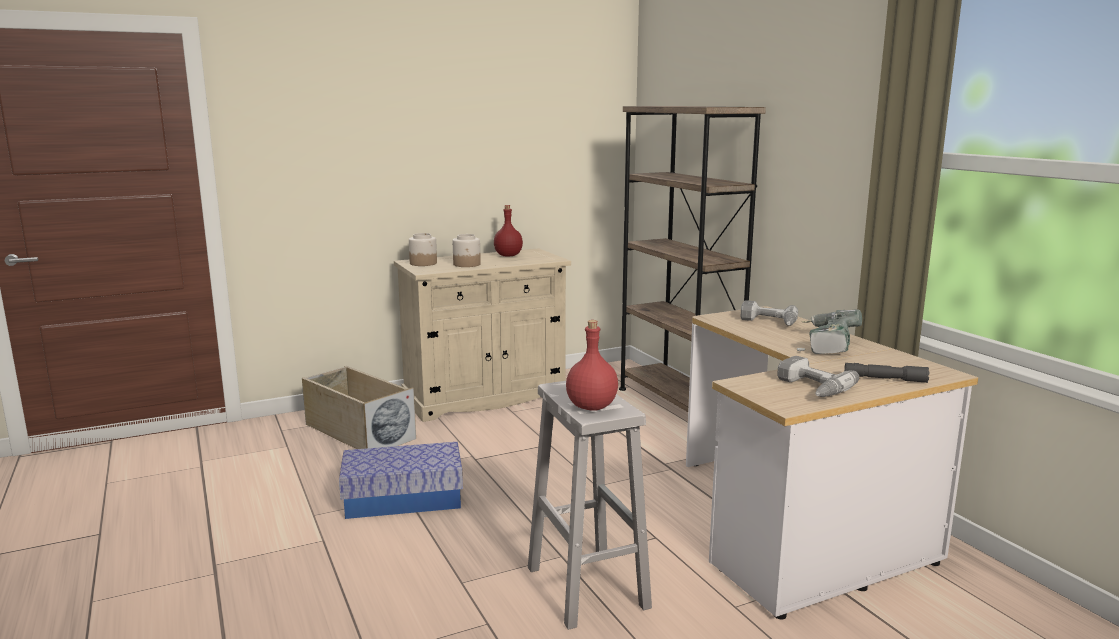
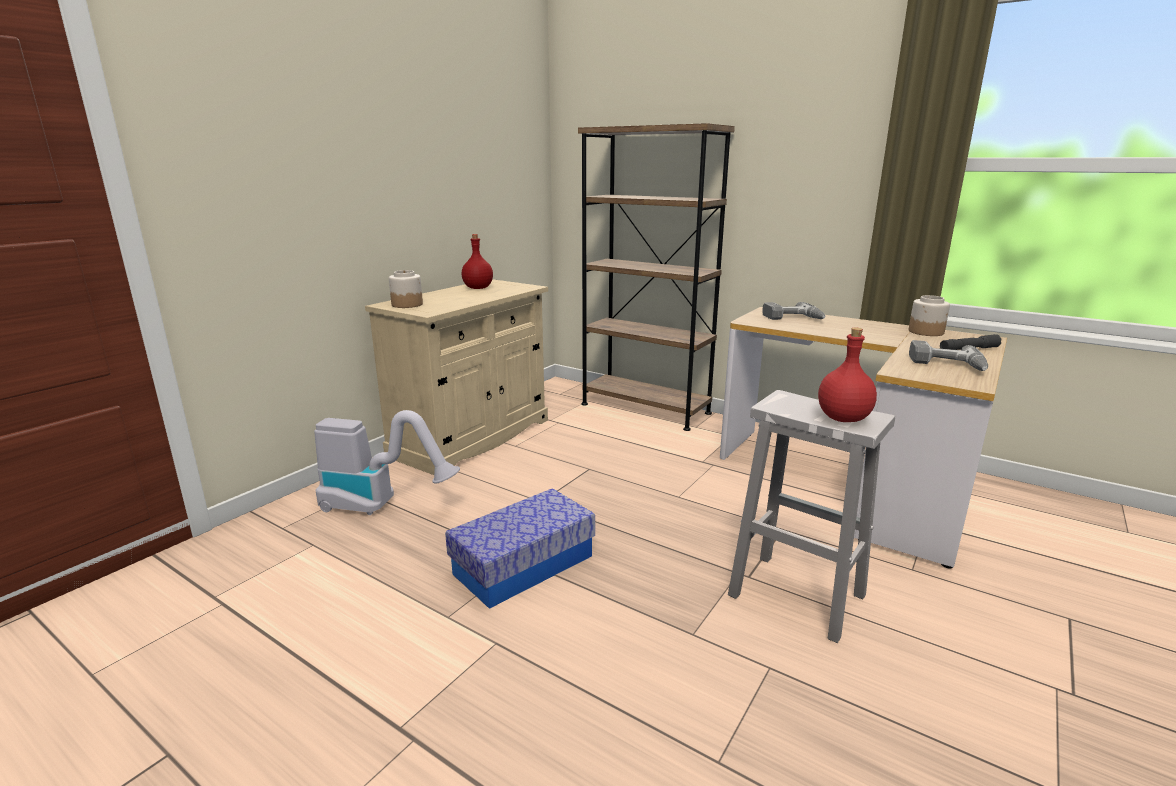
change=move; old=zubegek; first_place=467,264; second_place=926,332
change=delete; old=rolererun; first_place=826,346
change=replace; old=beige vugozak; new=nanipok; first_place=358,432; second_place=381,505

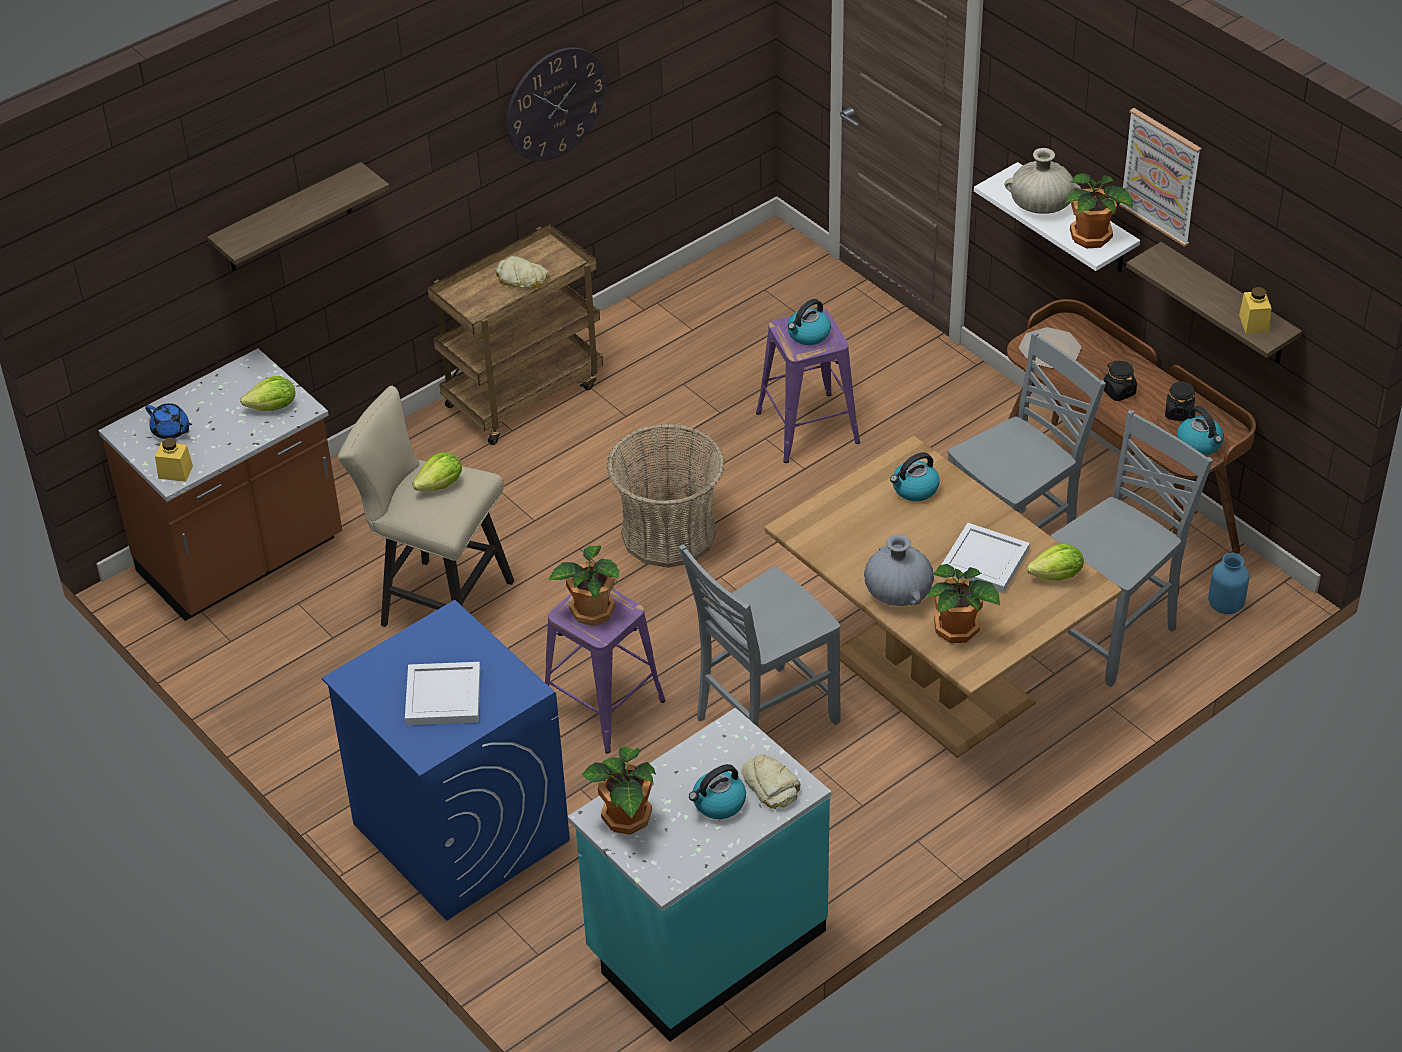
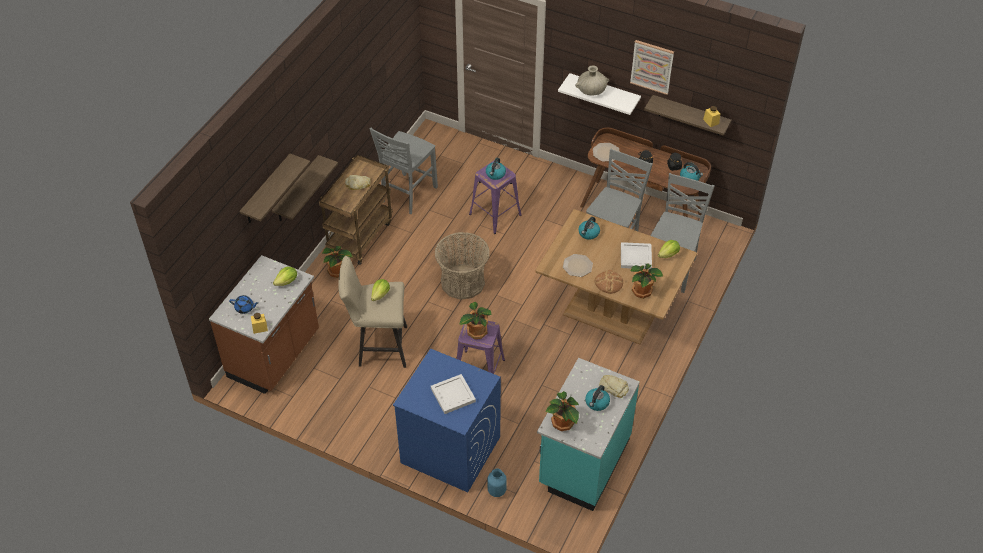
change=delete; old=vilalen; first_place=555,103
change=move; old=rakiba; first_place=1091,238; second_place=337,271
change=replace; old=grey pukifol; new=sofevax; first_place=898,592; second_place=608,282
change=move; old=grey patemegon; first_place=763,719; second_place=407,194
change=move; old=blue pukifol; first_place=1225,605; second_place=496,490
change=insert; new=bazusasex; second_place=296,190
change=insert; new=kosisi; second_place=577,266

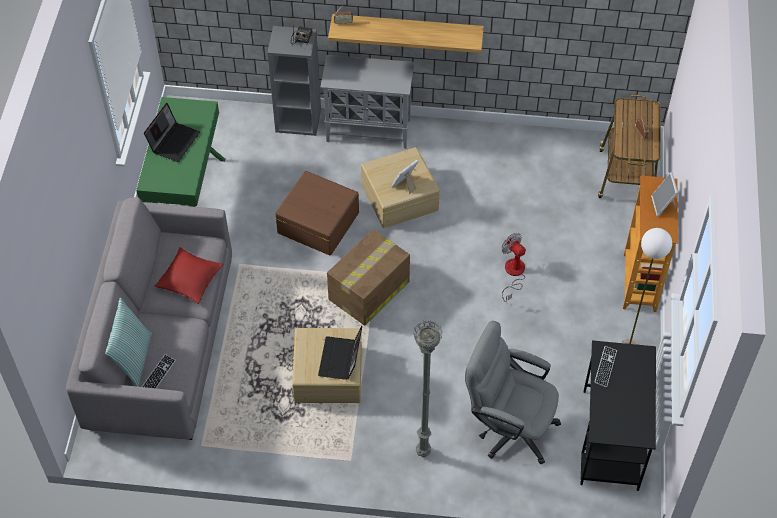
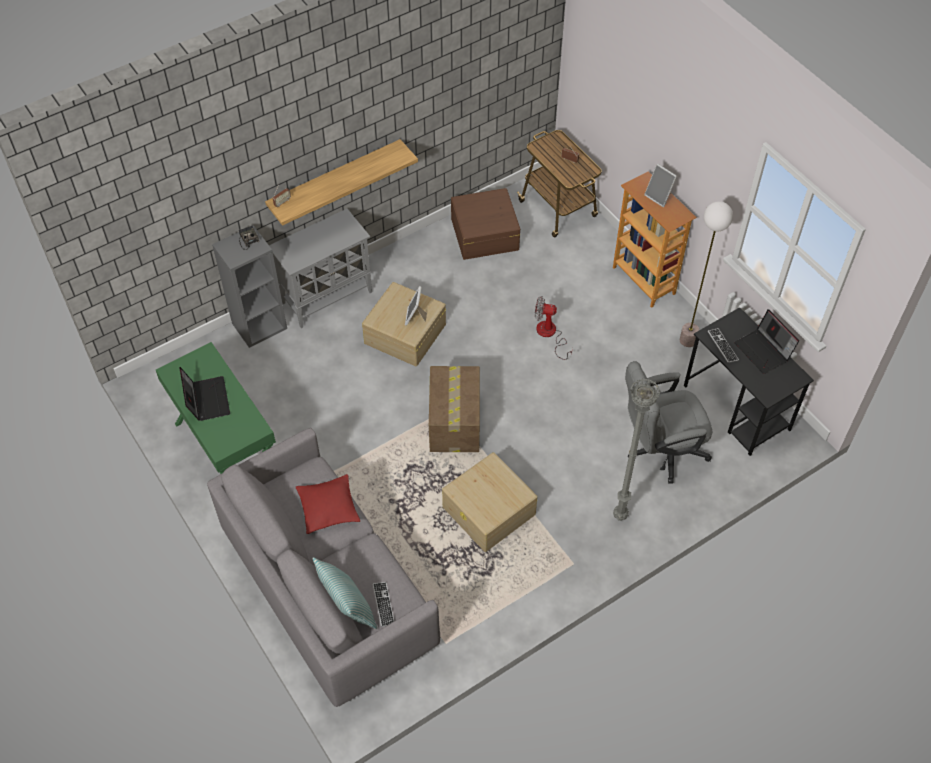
change=move; old=brown vugozak; first_place=318,222; second_place=484,234
change=move; old=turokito; first_place=341,360; second_place=764,351

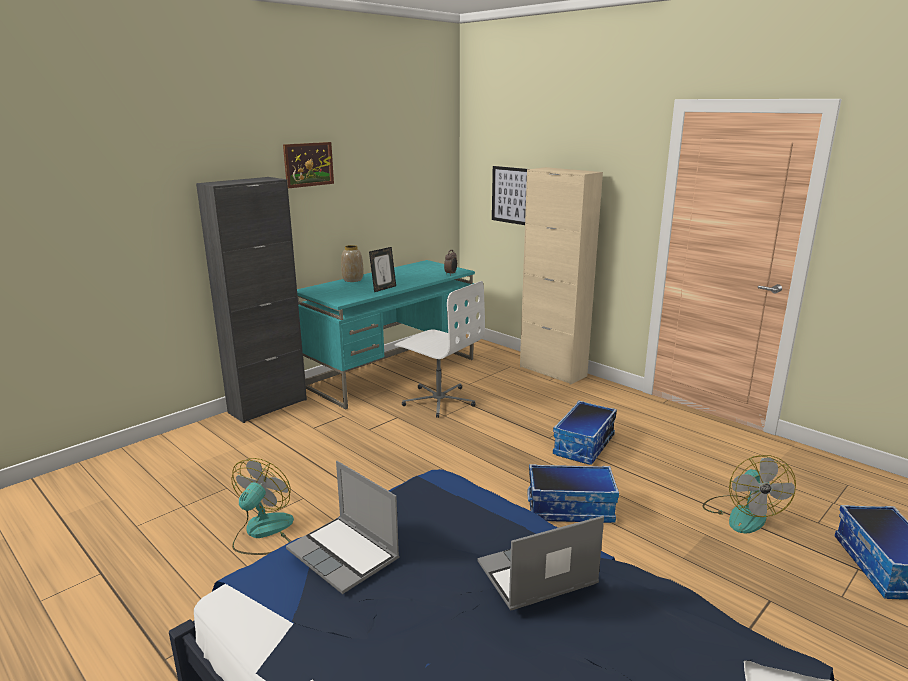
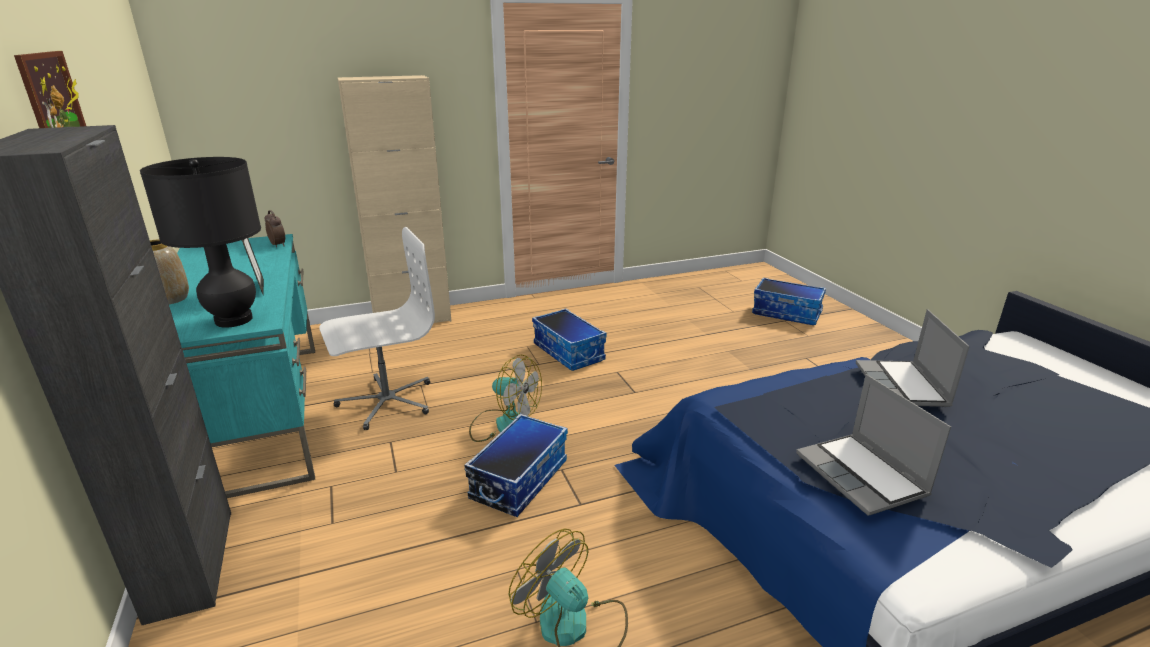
change=delete; old=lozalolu; first_place=513,195
change=move; old=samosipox; first_place=742,514; second_place=504,424
change=rotate; old=turokito; first_place=345,555; second_place=862,476; degrees=90
change=move; old=vugozak; first_place=570,508; second_place=518,479
change=insert; new=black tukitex; second_place=234,320

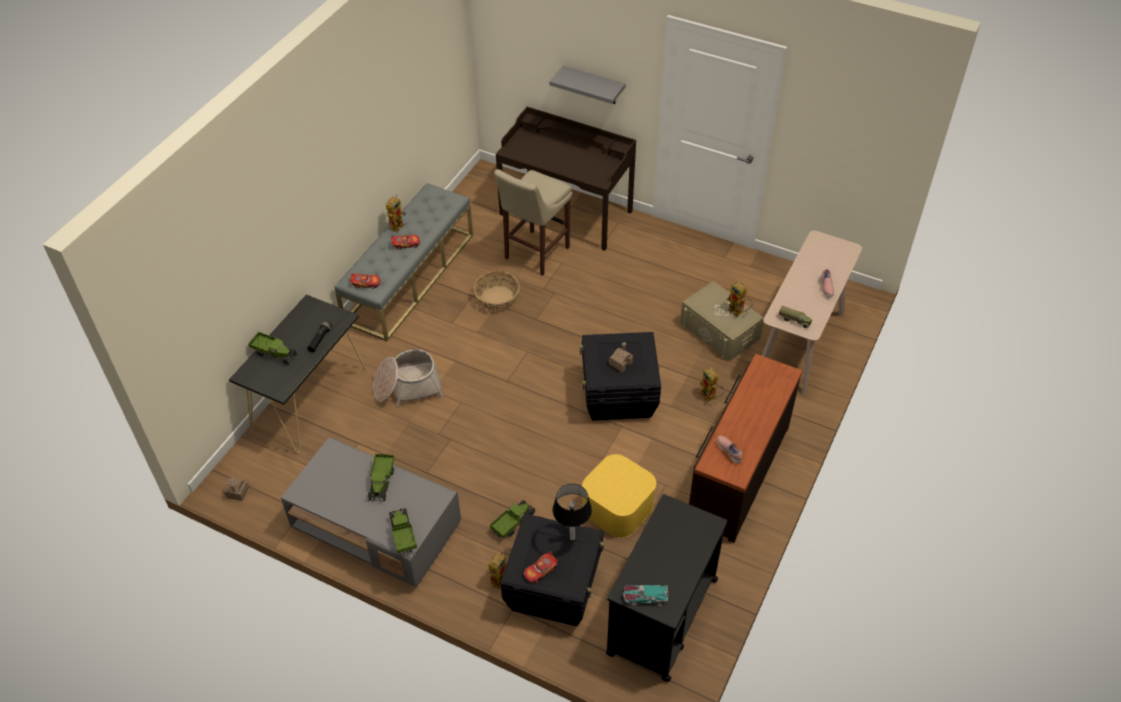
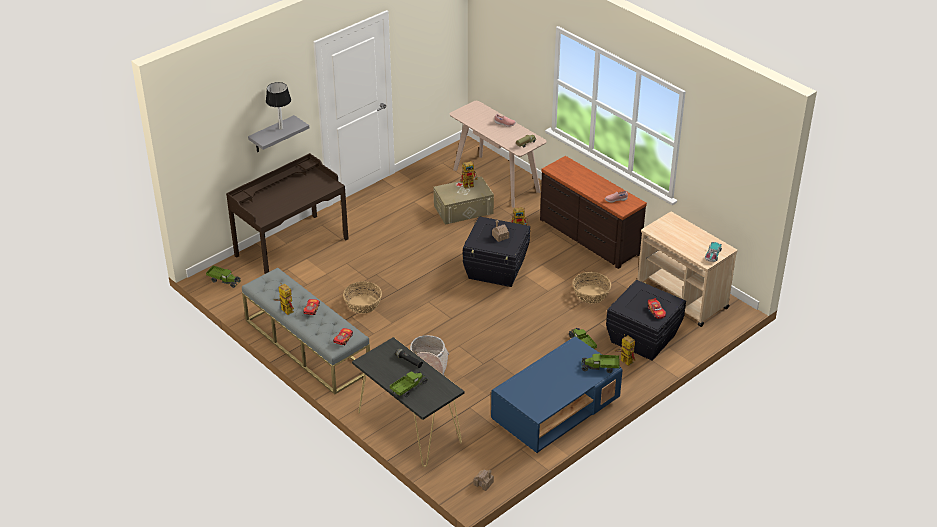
change=delete; old=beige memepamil; first_place=534,254
change=recolor; old=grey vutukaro; new=blue vutukaro; first_place=377,528; second_place=555,411
change=move; old=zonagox; first_place=382,482; second_place=224,280
change=replace; old=yellow vugozak; new=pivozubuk; first_place=617,507; second_place=591,294
change=move; old=tukitex; first_place=572,538; second_place=281,128
change=recolor; old=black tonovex; new=beige tonovex; first_place=662,617; second_place=682,298

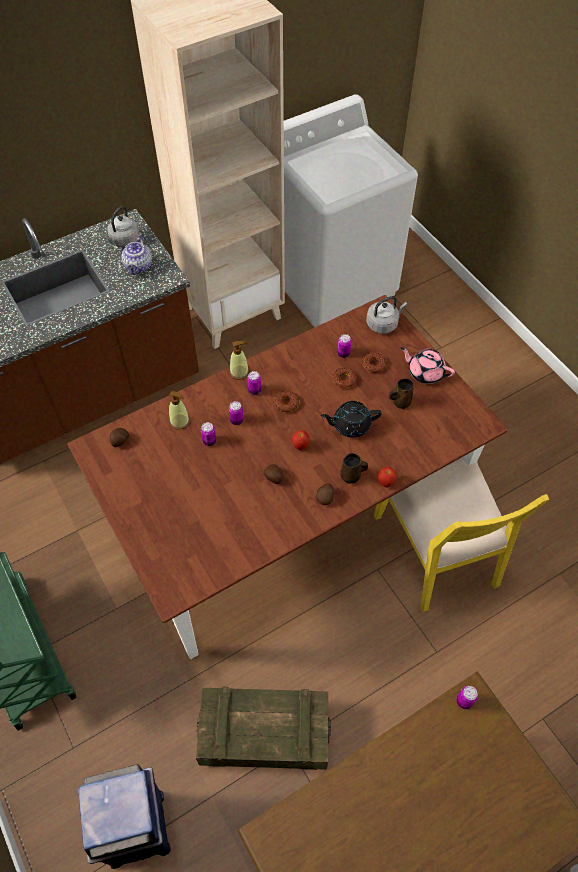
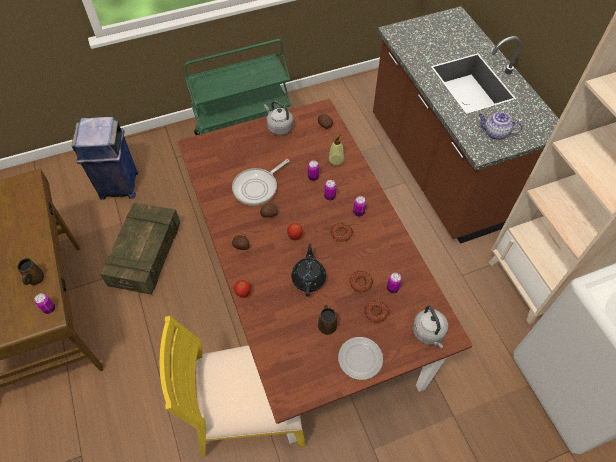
change=move; old=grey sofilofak; first_place=124,241; second_place=279,127
change=delete; old=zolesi; first_place=239,372
change=replace; old=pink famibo; new=kosisi; first_place=425,372; second_place=360,358
change=move; old=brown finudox; first_place=351,476; second_place=35,279
change=insert; new=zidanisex; second_place=257,187

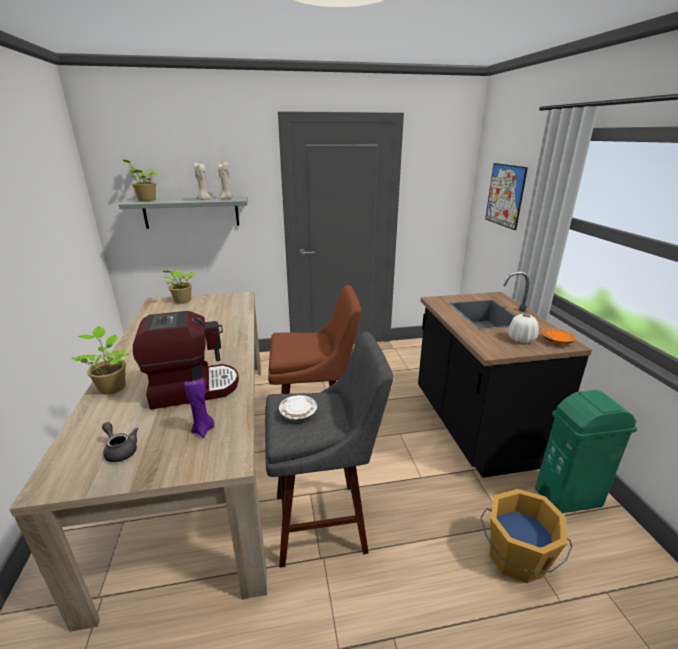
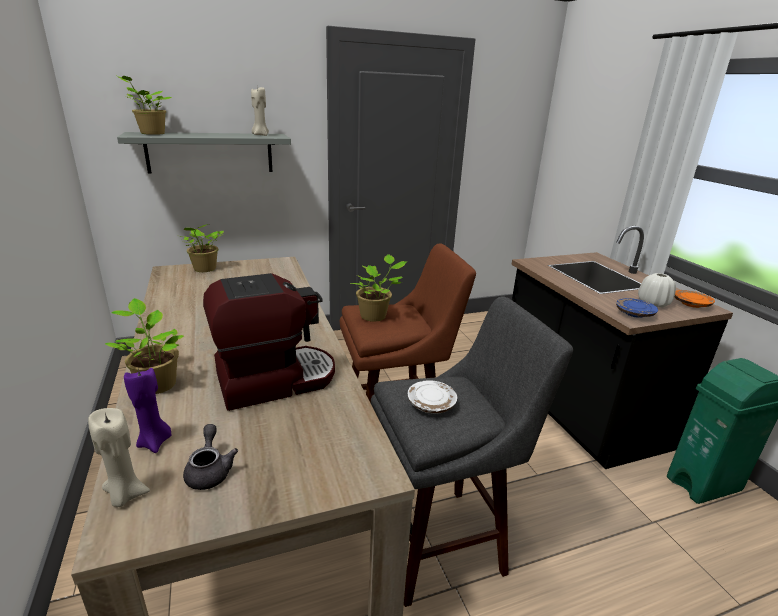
change=move; old=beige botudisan; first_place=203,200; second_place=125,495
change=delete; old=lozalolu; first_place=505,195
change=move; old=purple botudisan; first_place=203,430; second_place=155,442
change=rotate; old=grey famibo; first_place=120,450; second_place=210,470; degrees=45
change=delete; old=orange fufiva; first_place=516,558
change=insert; new=rakiba; second_place=375,316
change=insert; new=blue kosisi; second_place=634,314

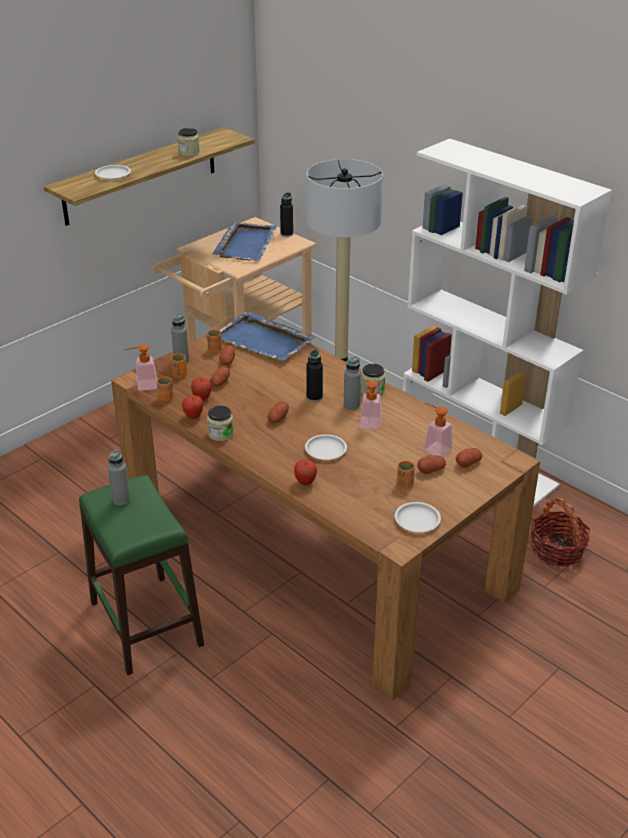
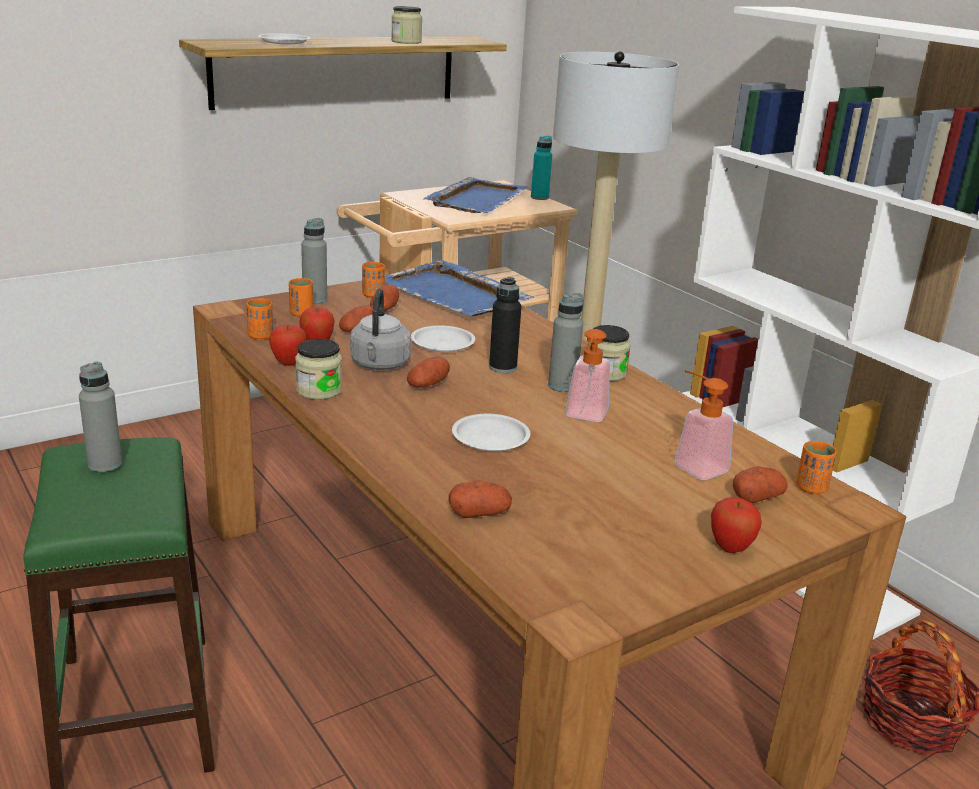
change=recolor; old=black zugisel; new=turquoise zugisel; first_place=286,234; second_place=539,197
change=delete; old=zolesi; first_place=143,386
change=move; old=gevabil; first_place=431,470; second_place=479,513
change=move; old=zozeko; first_place=305,482; second_place=730,548
change=move; old=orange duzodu; first_place=405,484; second_place=811,488
change=move; old=white kosisi; first_place=417,520; second_place=442,343
change=insert; new=grey sofilofak; second_place=379,365

